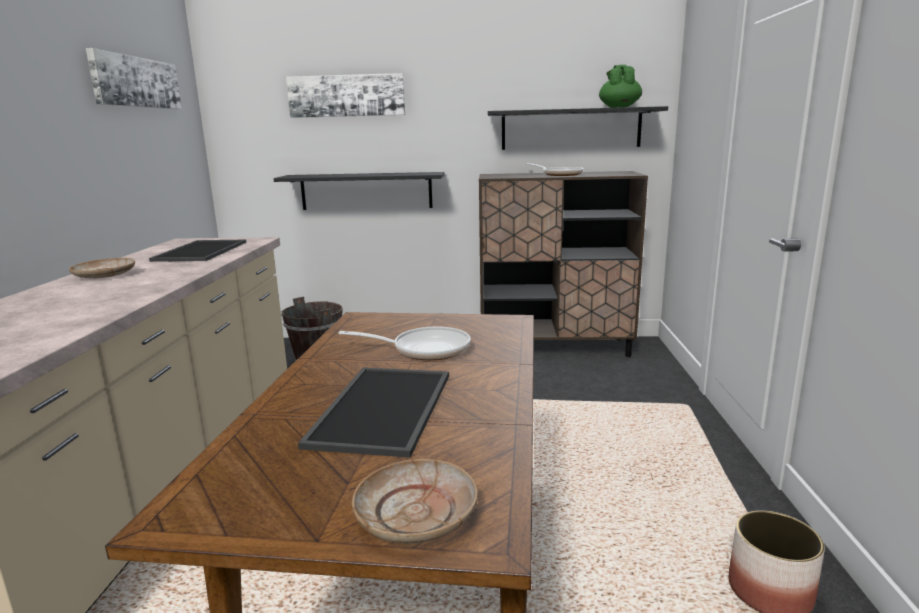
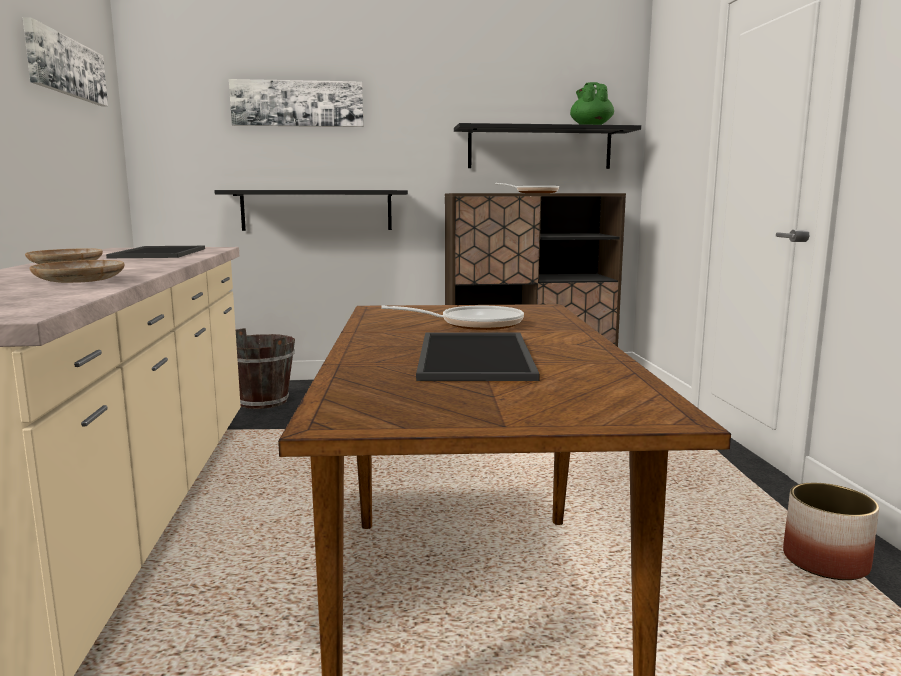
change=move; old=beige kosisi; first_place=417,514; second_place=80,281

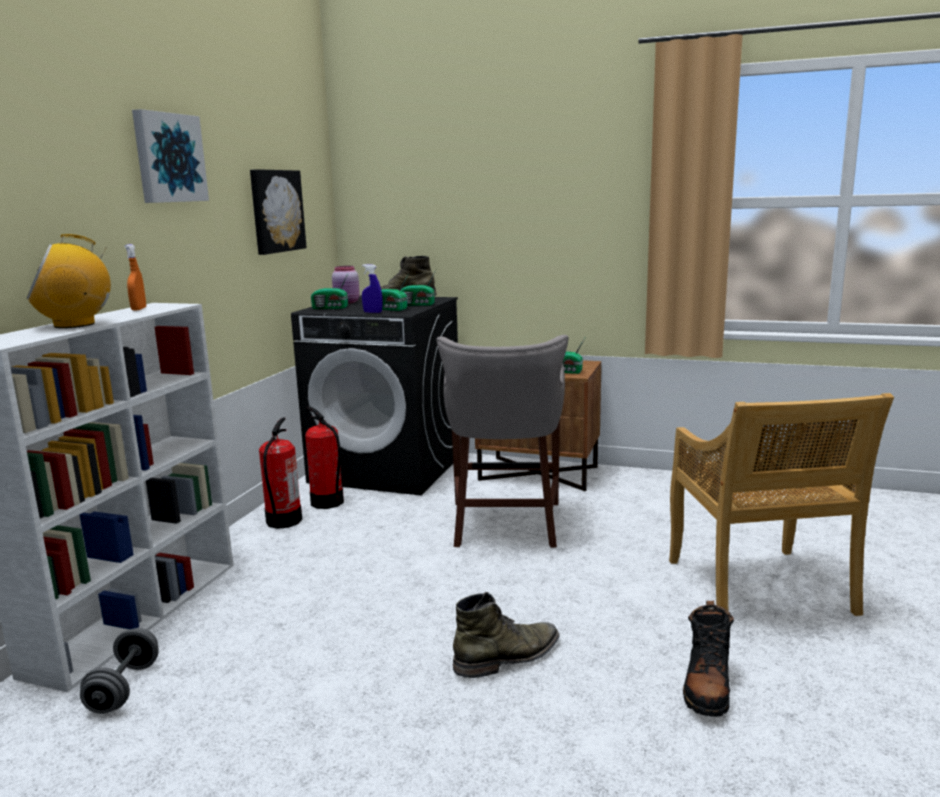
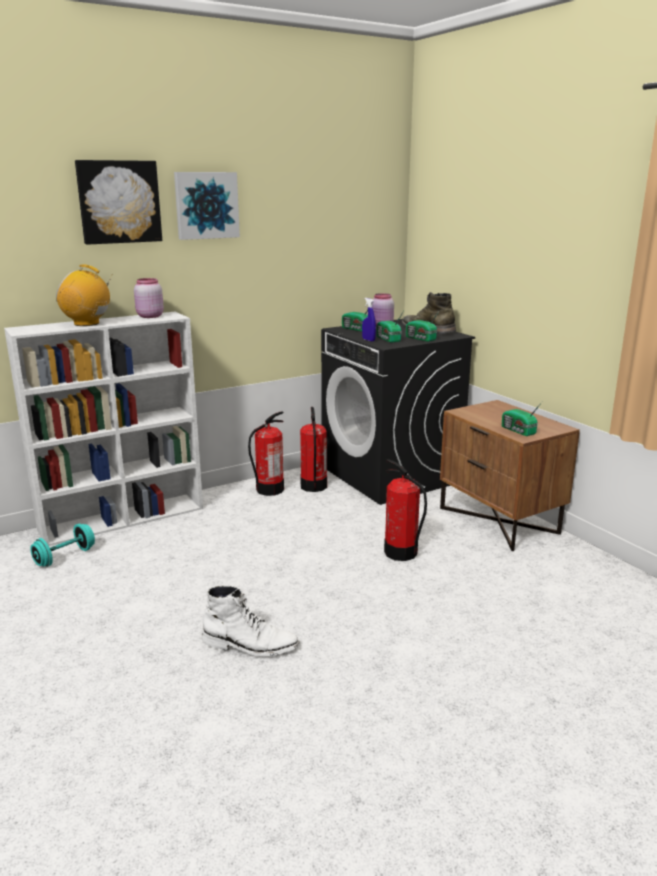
change=move; old=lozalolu; first_place=276,211; second_place=119,202
change=replace; old=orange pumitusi; new=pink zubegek; first_place=139,309; second_place=149,316
change=replace; old=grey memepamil; new=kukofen; first_place=505,525; second_place=401,553
change=delete; old=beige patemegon; first_place=759,588
change=recolor; old=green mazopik; new=white mazopik; first_place=508,657; second_place=250,645
change=delete; old=black mazopik; first_place=707,686
change=recolor; old=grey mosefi; new=turquoise mosefi; first_place=124,688; second_place=65,557

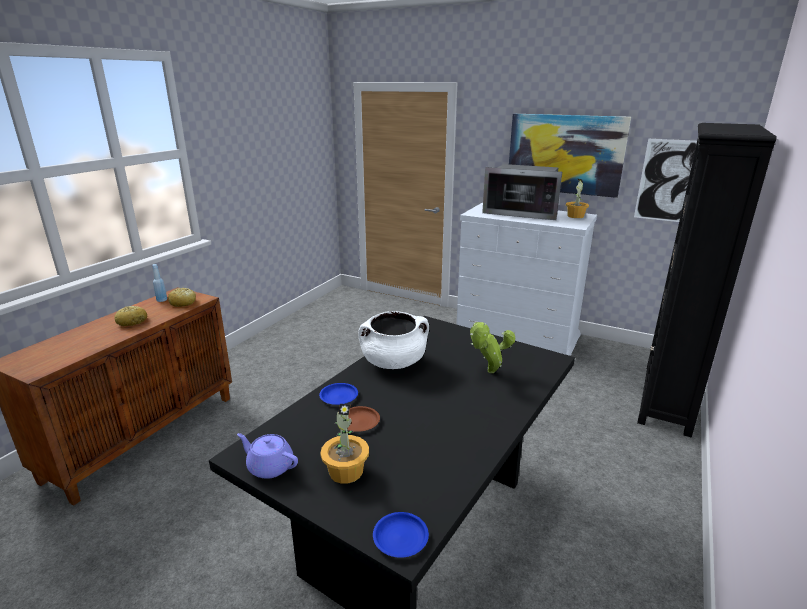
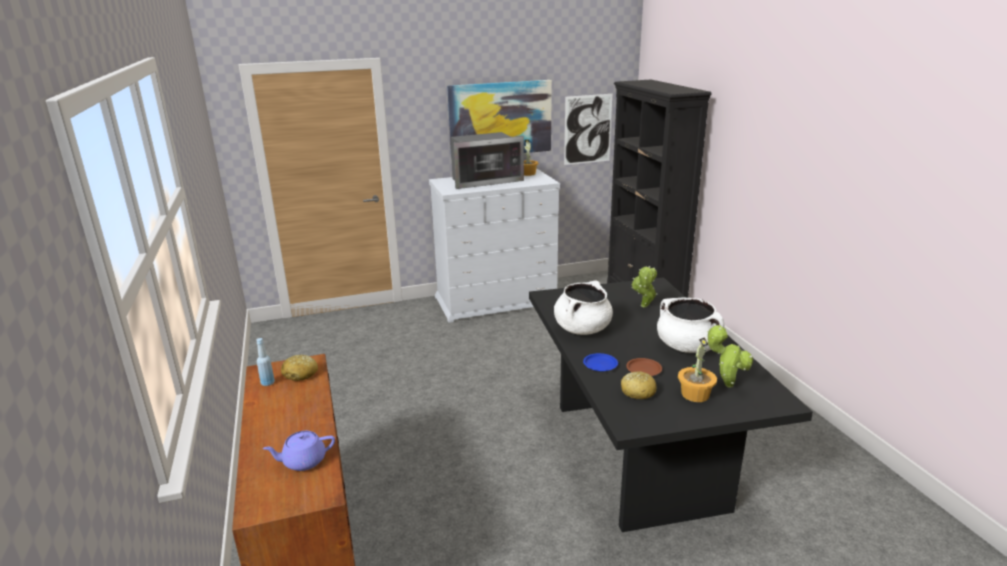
change=move; old=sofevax; first_place=132,321; second_place=637,391
change=move; old=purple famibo; first_place=269,466; second_place=303,461
change=delete; old=blue kosisi; first_place=400,537
change=insert; new=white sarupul; second_place=687,347
change=insert; new=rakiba; second_place=725,384

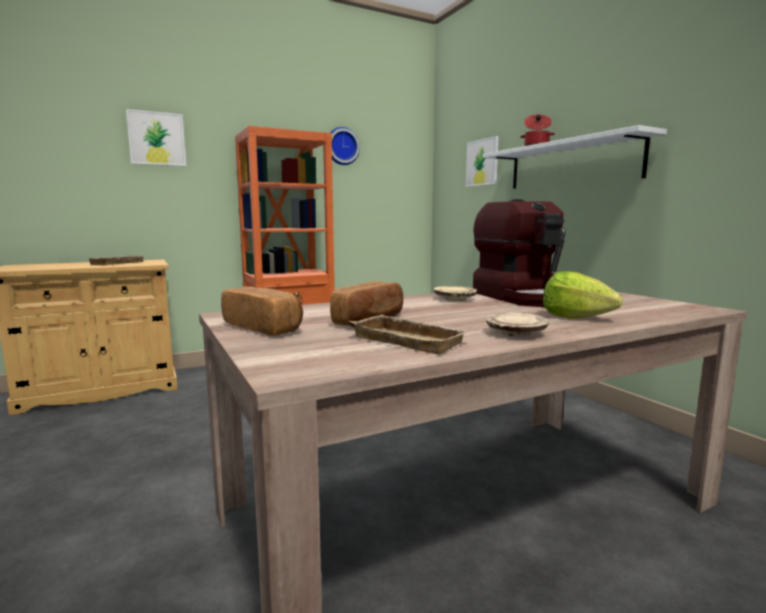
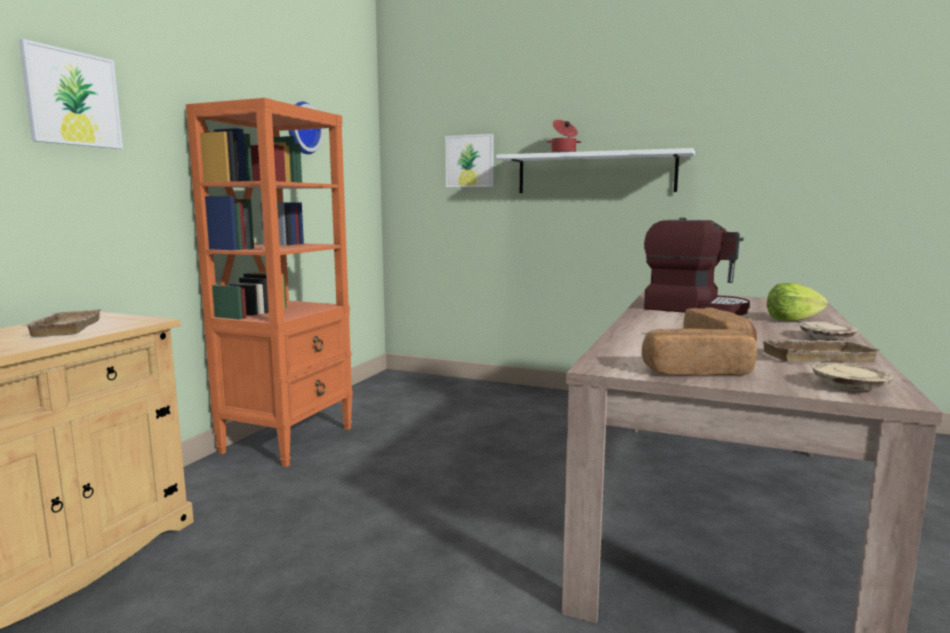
change=move; old=beige kosisi; first_place=455,299; second_place=849,386

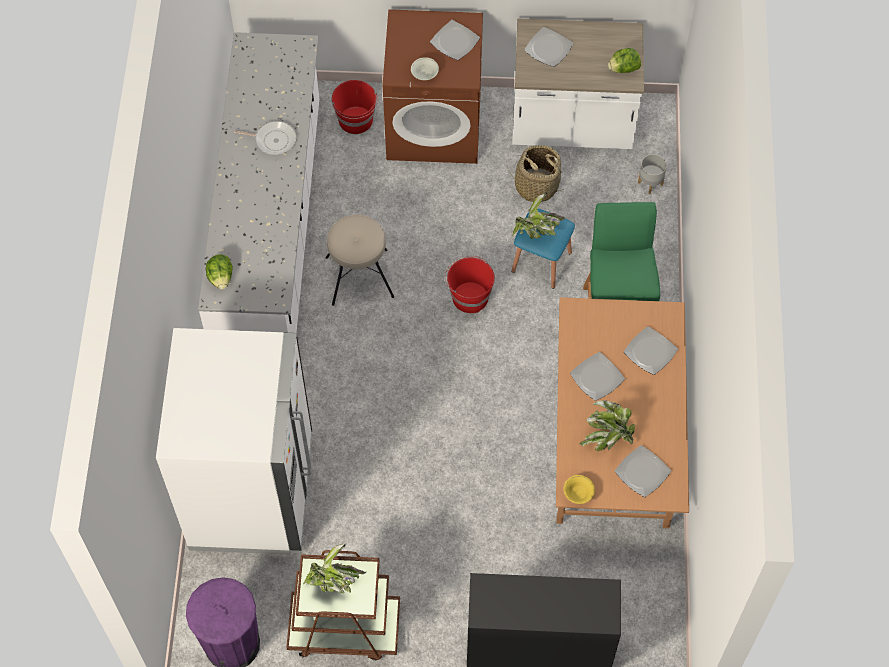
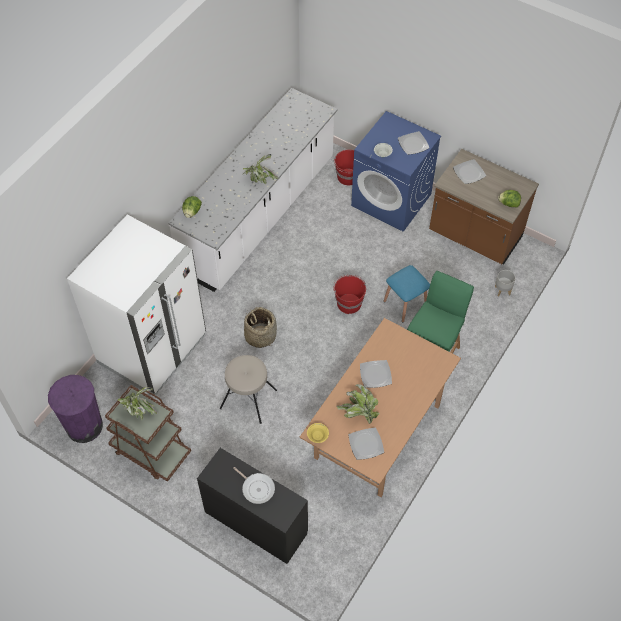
change=recolor; old=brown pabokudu; new=blue pabokudu; first_place=434,126; second_place=392,200
change=recolor; old=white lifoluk; new=brown lifoluk; first_place=571,126; second_place=474,236
change=move; old=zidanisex; first_place=273,140; second_place=257,488
change=move; old=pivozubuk; first_place=536,186; second_place=260,336
change=move; old=rakiba; first_place=537,231; second_place=259,179
change=move; old=beige memepamil; first_place=359,276; second_place=248,398
change=delete; old=kosisi; first_place=650,351

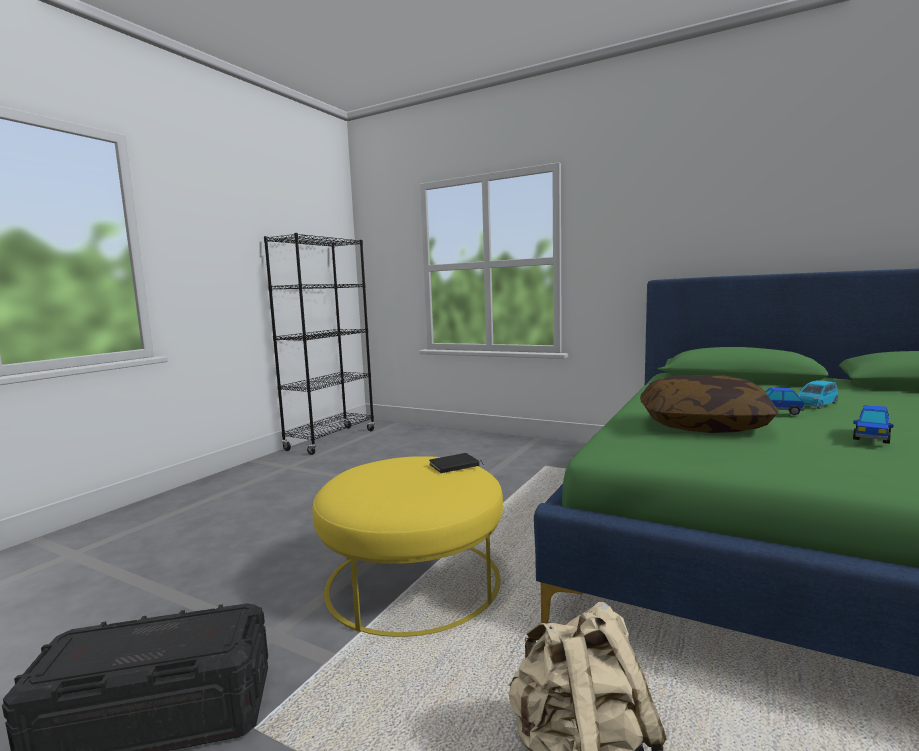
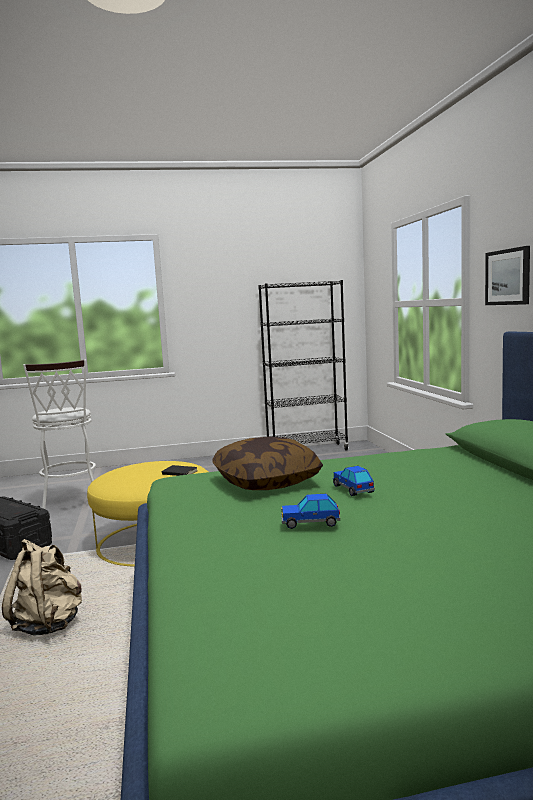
change=delete; old=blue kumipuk; first_place=816,404
change=insert; new=lozalolu; second_place=508,277
change=insert; new=white memepamil; second_place=71,507

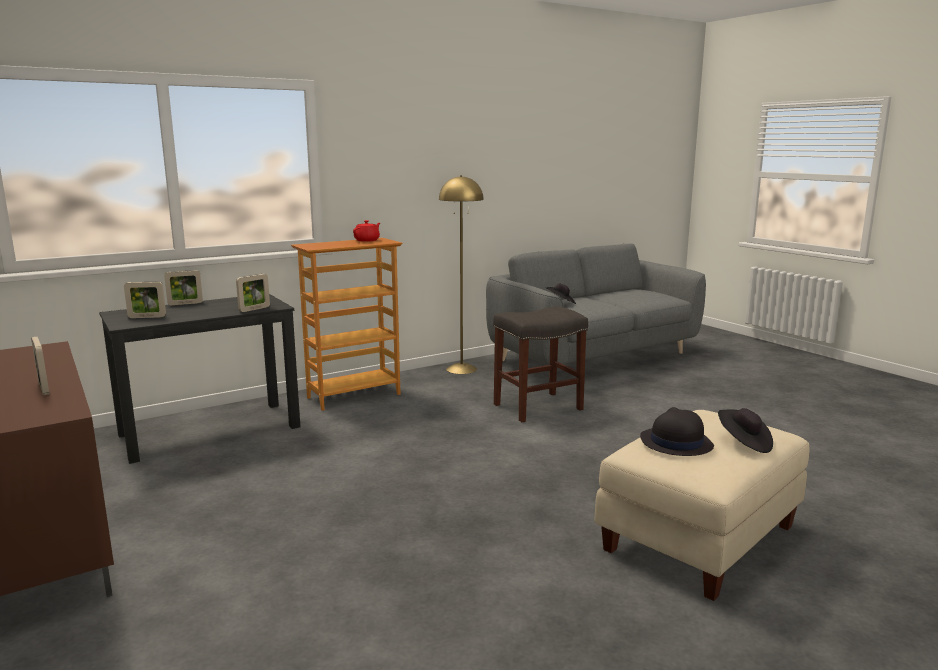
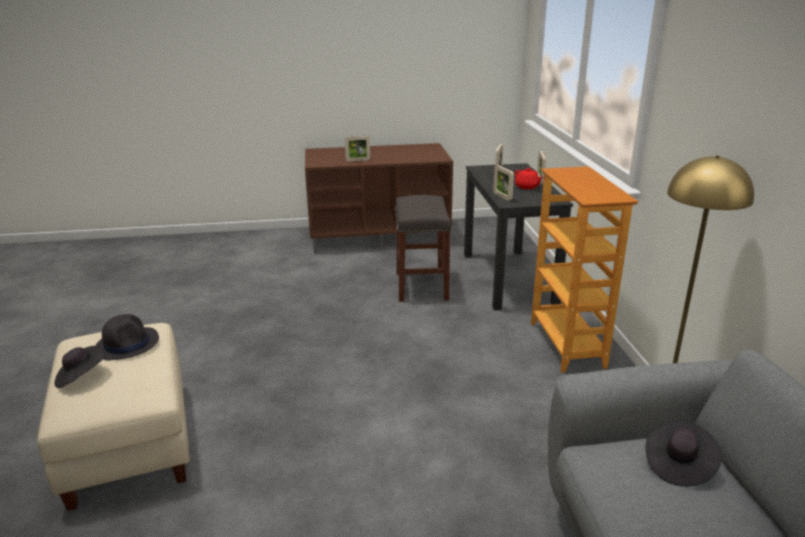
change=move; old=red famibo; first_place=367,240; second_place=527,187
change=move; old=grey memepamil; first_place=537,407; second_place=421,285

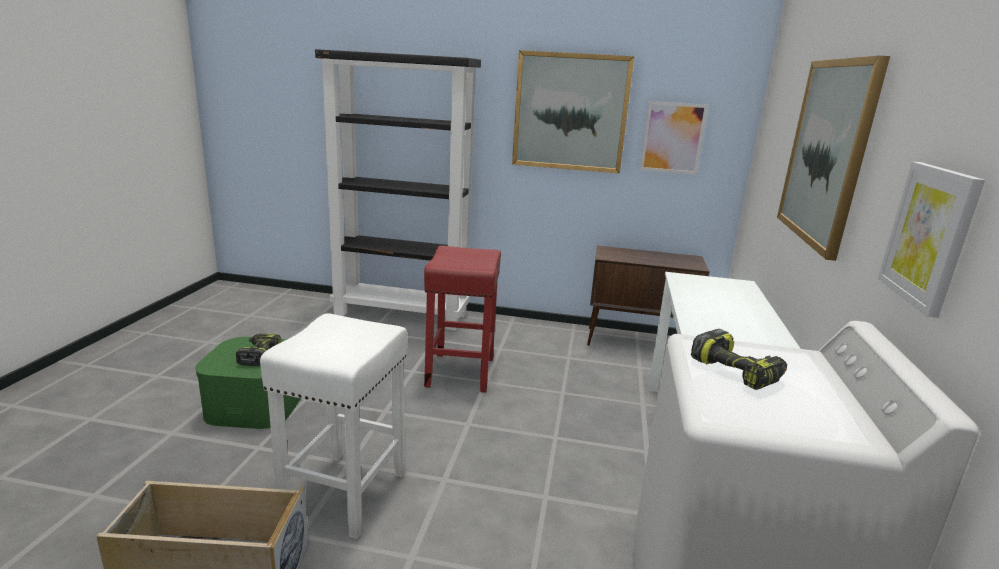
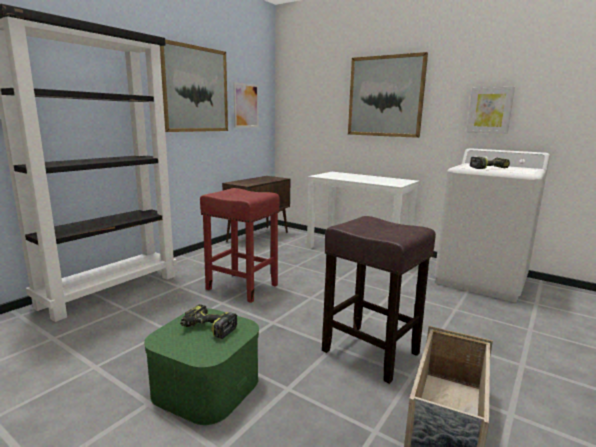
change=recolor; old=white memepamil; new=brown memepamil; first_place=344,495; second_place=372,352

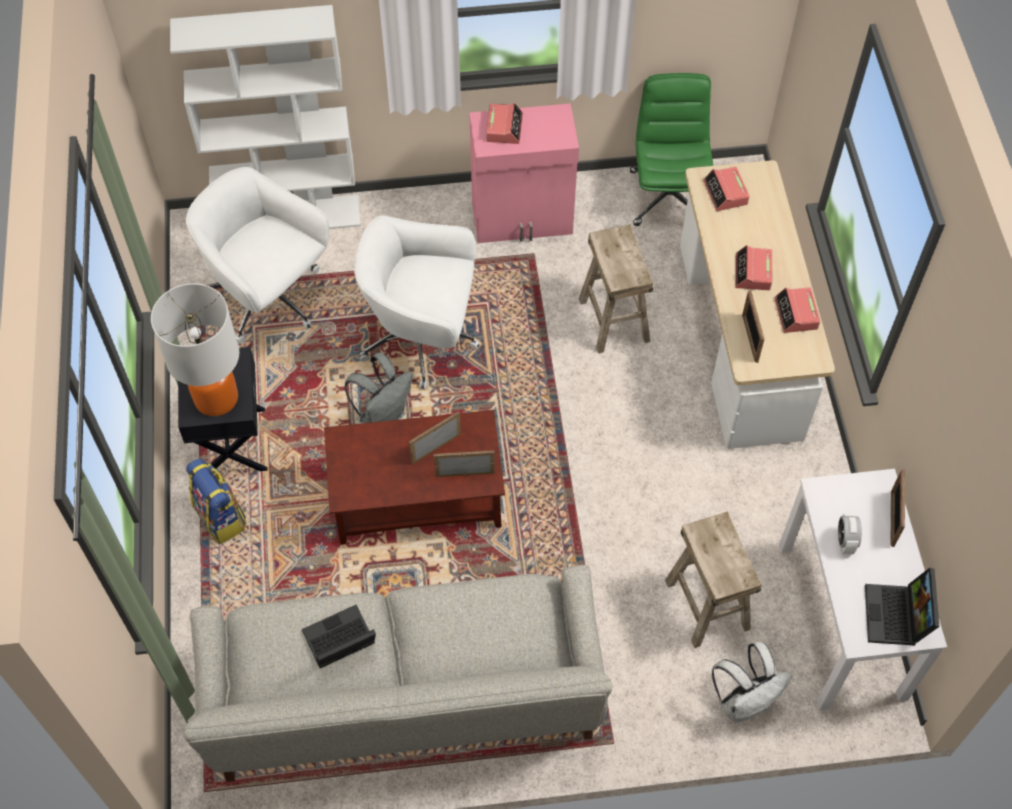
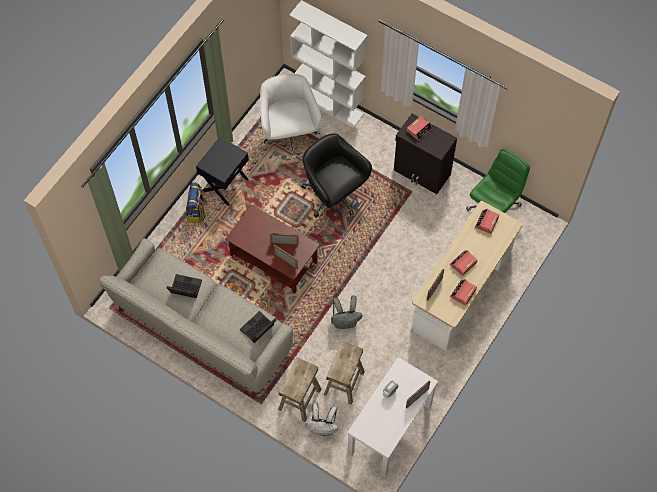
change=recolor; old=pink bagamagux; new=black bagamagux; first_place=523,219; second_place=422,173
change=recolor; old=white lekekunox; new=black lekekunox; first_place=422,339; second_place=333,195
change=move; old=beige memepamil; first_place=613,319; second_place=299,399
change=delete; old=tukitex; first_place=216,398
change=move; old=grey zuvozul; first_place=383,414; second_place=345,321
change=move; old=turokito; first_place=897,617; second_place=258,330

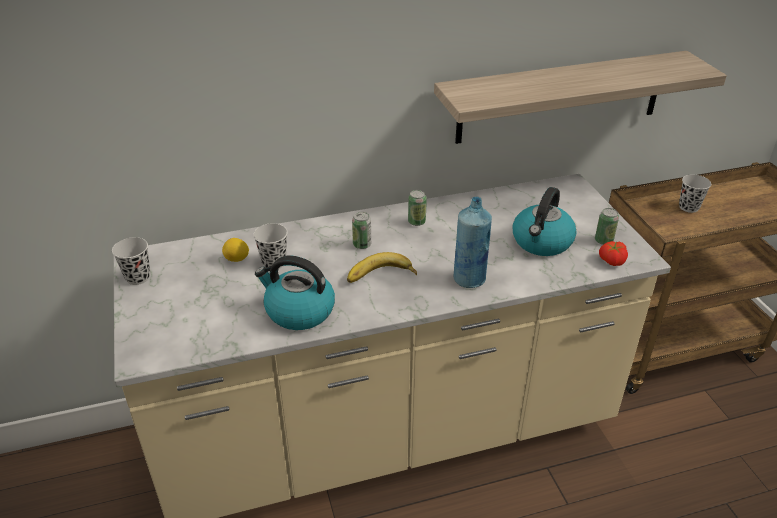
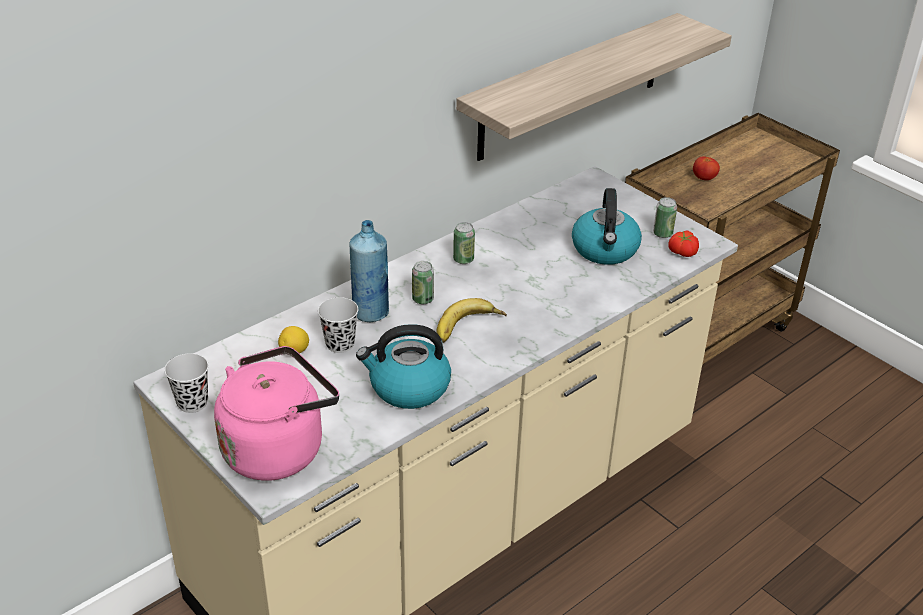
change=replace; old=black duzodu; new=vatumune; first_place=688,207; second_place=704,179
change=move; old=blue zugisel; first_place=469,279; second_place=370,312
change=insert; new=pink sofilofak; second_place=278,448

